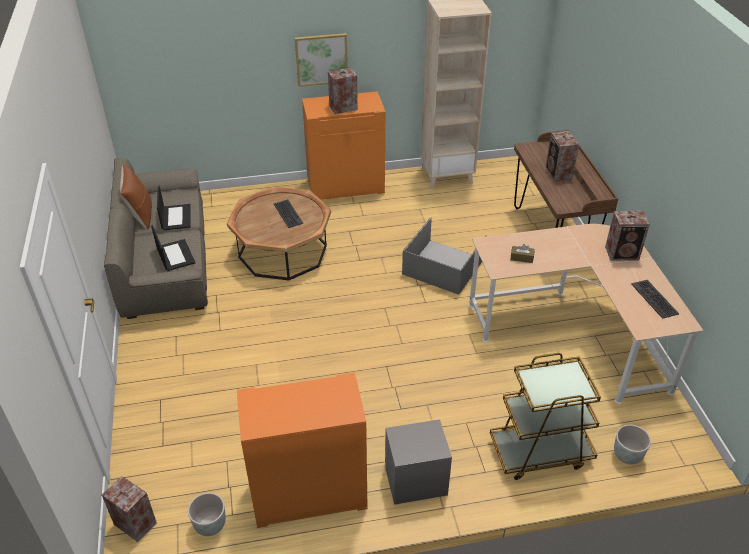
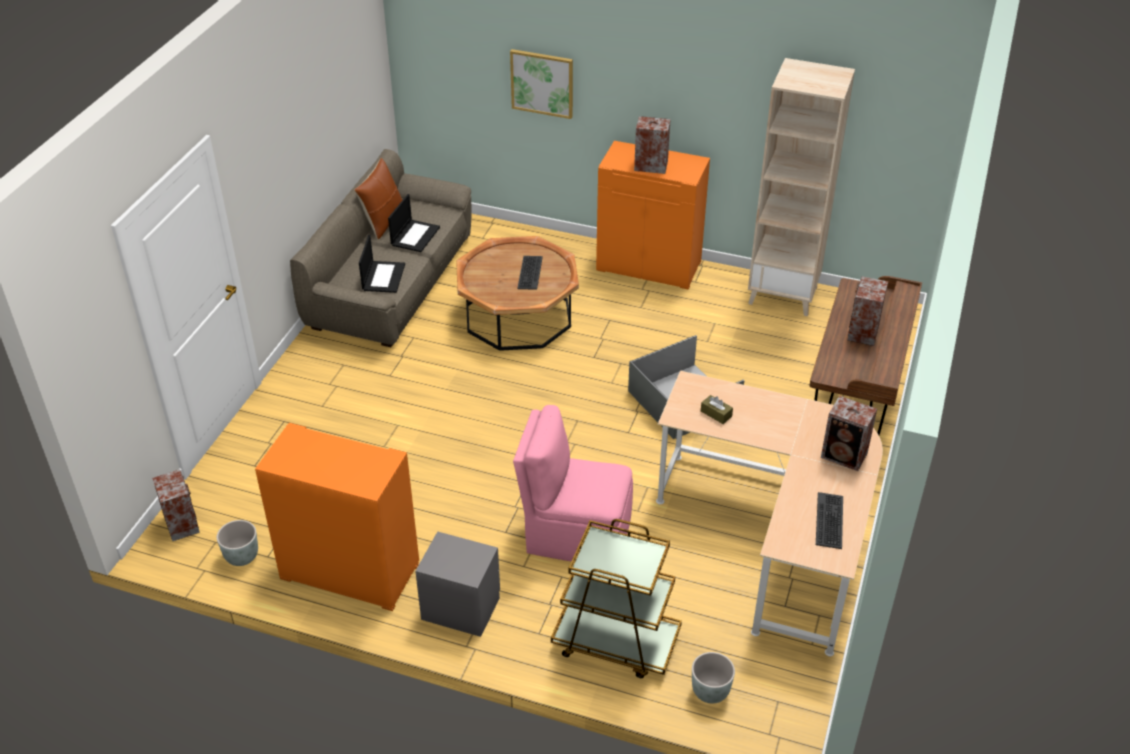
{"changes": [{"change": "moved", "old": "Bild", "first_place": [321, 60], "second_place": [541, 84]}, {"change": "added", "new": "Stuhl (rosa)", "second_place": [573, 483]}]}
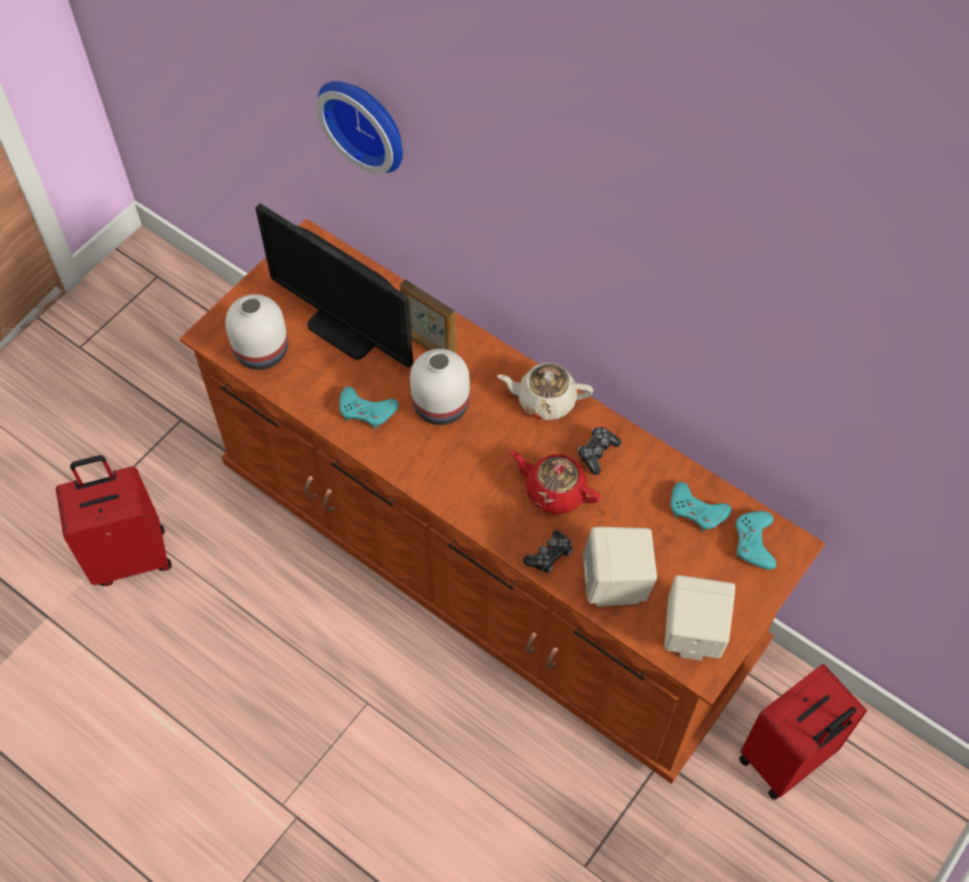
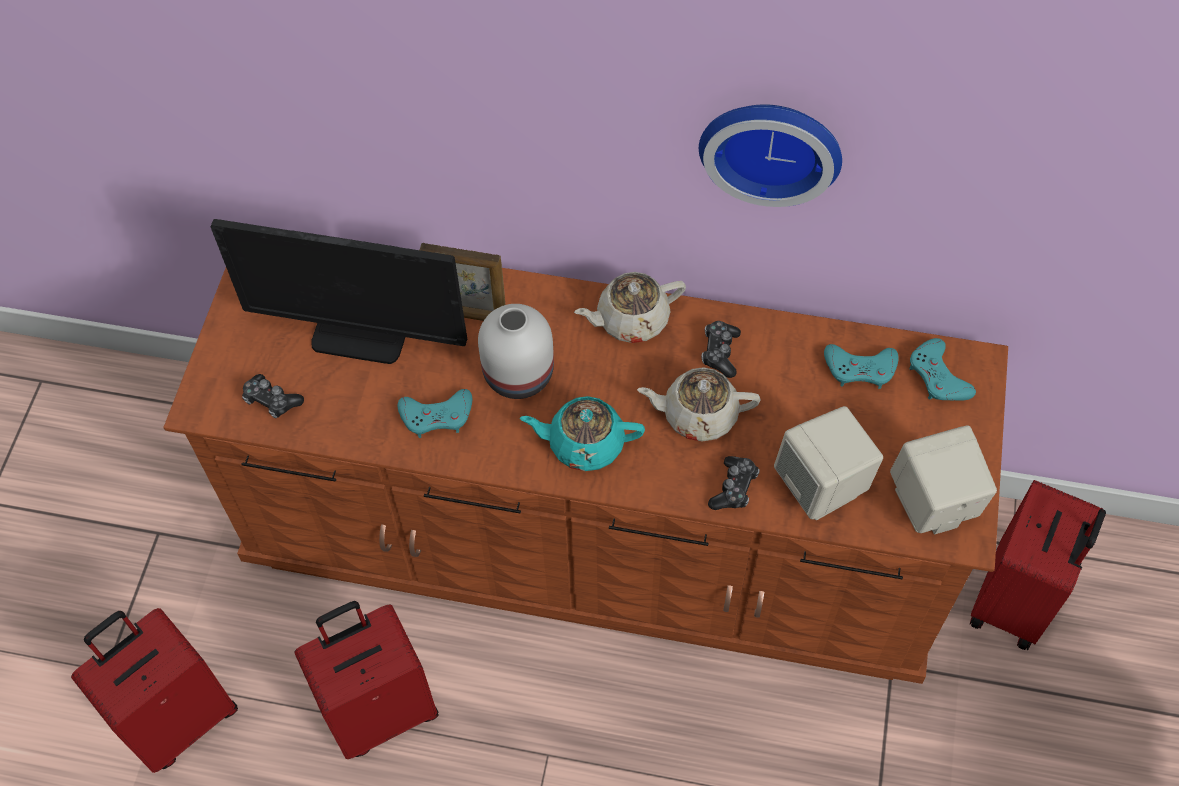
{"changes": [{"change": "replaced", "old": "Vase (weiß)", "new": "Gamepad", "first_place": [256, 332], "second_place": [273, 396]}, {"change": "moved", "old": "Wanduhr", "first_place": [359, 127], "second_place": [770, 155]}, {"change": "recoloured", "old": "Teekanne (rot)", "new": "Teekanne (beige)", "first_place": [555, 482], "second_place": [699, 404]}, {"change": "added", "new": "Koffer (rot)", "second_place": [366, 680]}, {"change": "added", "new": "Teekanne (türkis)", "second_place": [582, 433]}]}
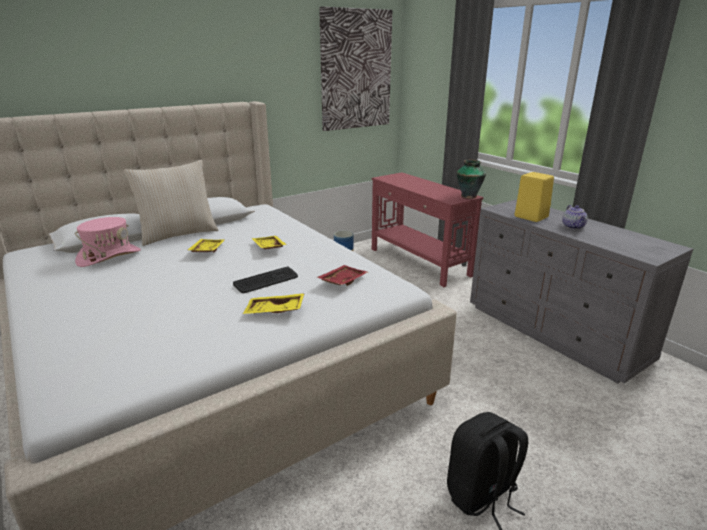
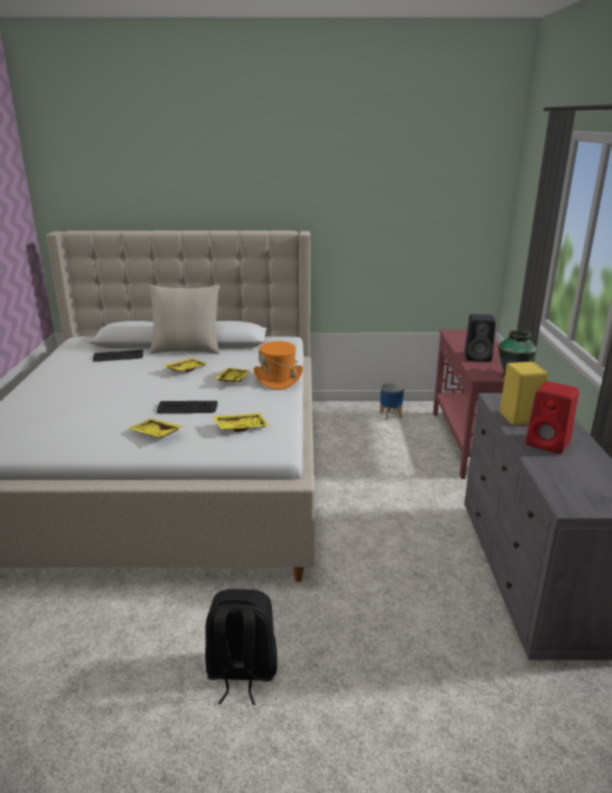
{"changes": [{"change": "replaced", "old": "Hut (rosa)", "new": "Tastatur", "first_place": [108, 242], "second_place": [118, 356]}, {"change": "recoloured", "old": "Tablett (rot)", "new": "Tablett (gelb)", "first_place": [342, 275], "second_place": [241, 422]}, {"change": "removed", "old": "Bild", "first_place": [355, 69]}, {"change": "replaced", "old": "Teekanne", "new": "Lautsprecher (rot)", "first_place": [575, 217], "second_place": [552, 417]}, {"change": "added", "new": "Hut (orange)", "second_place": [278, 365]}, {"change": "added", "new": "Lautsprecher (schwarz)", "second_place": [480, 338]}]}
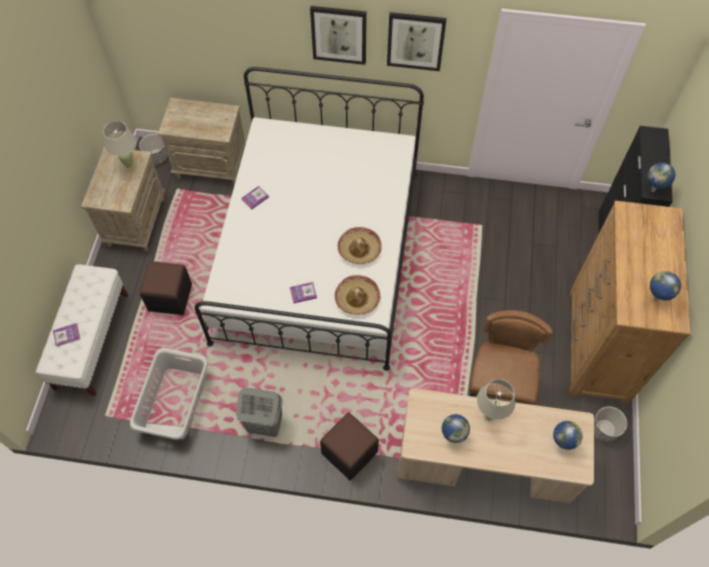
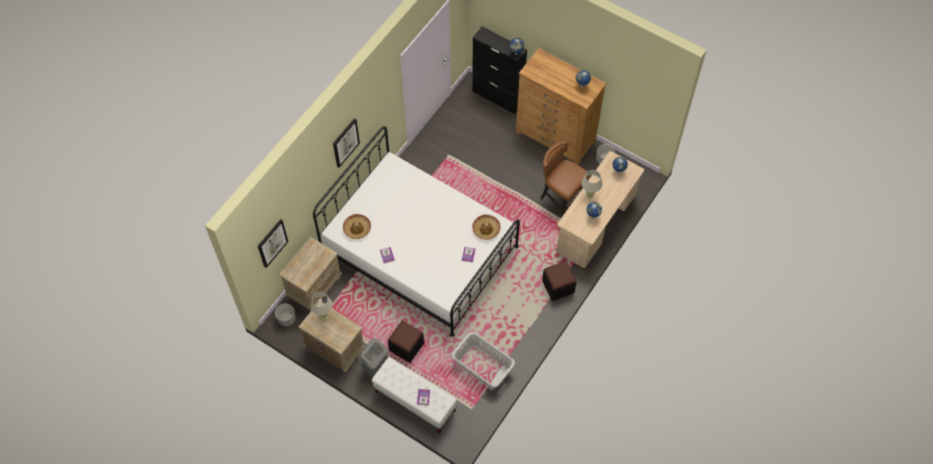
{"changes": [{"change": "moved", "old": "Wäschekorb (grau)", "first_place": [259, 412], "second_place": [373, 357]}, {"change": "moved", "old": "Hut", "first_place": [360, 245], "second_place": [357, 226]}, {"change": "moved", "old": "Bild", "first_place": [417, 41], "second_place": [273, 243]}]}
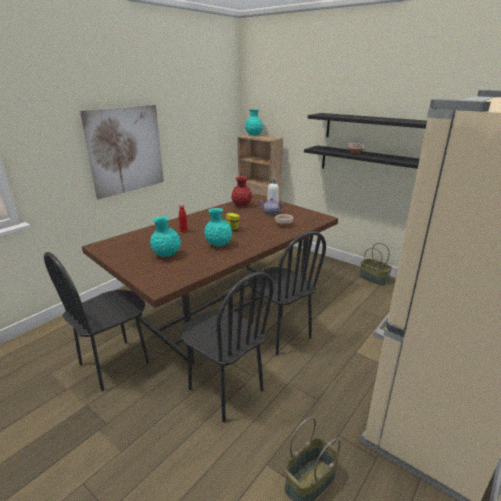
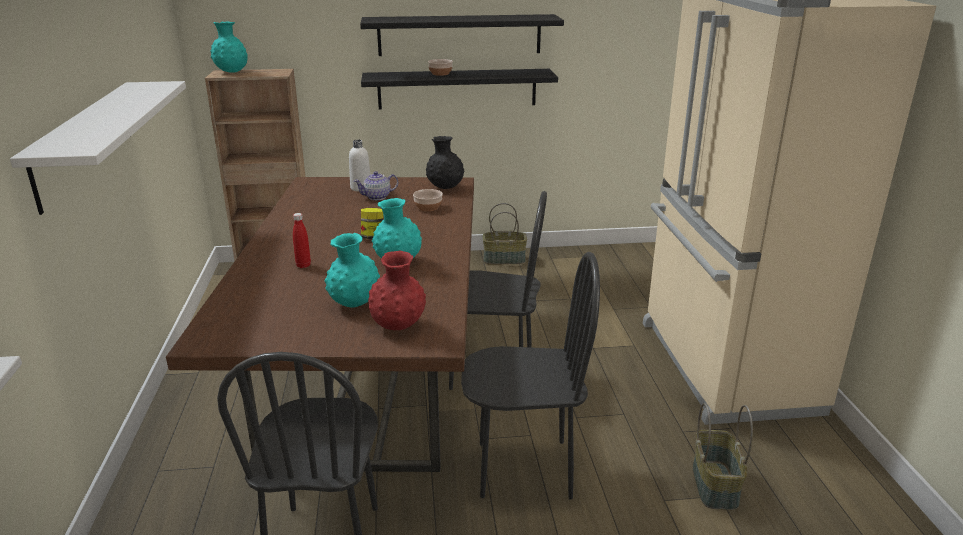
{"changes": [{"change": "replaced", "old": "Bild", "new": "Wandregal (weiß)", "first_place": [122, 152], "second_place": [98, 148]}, {"change": "moved", "old": "Vase (rot)", "first_place": [241, 191], "second_place": [397, 290]}, {"change": "added", "new": "Vase (schwarz)", "second_place": [445, 162]}]}
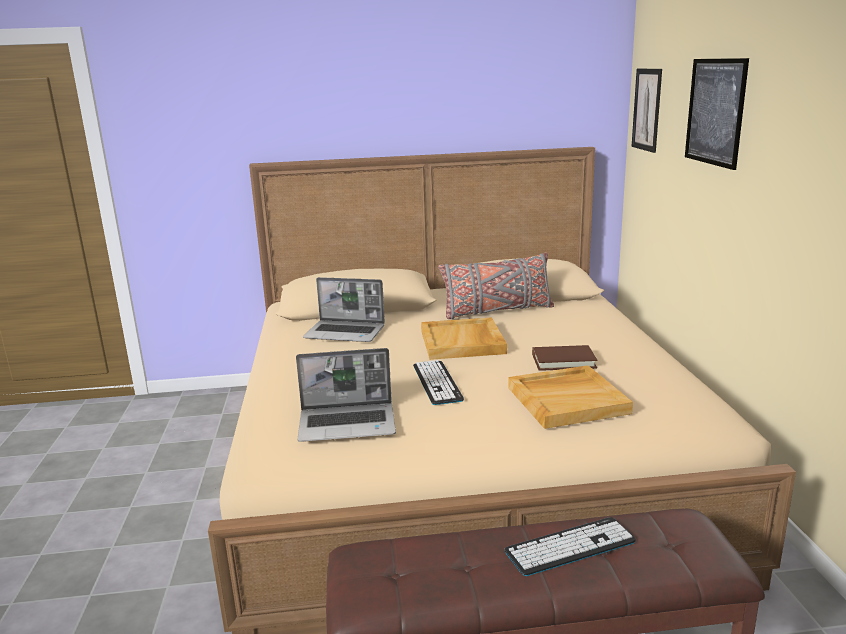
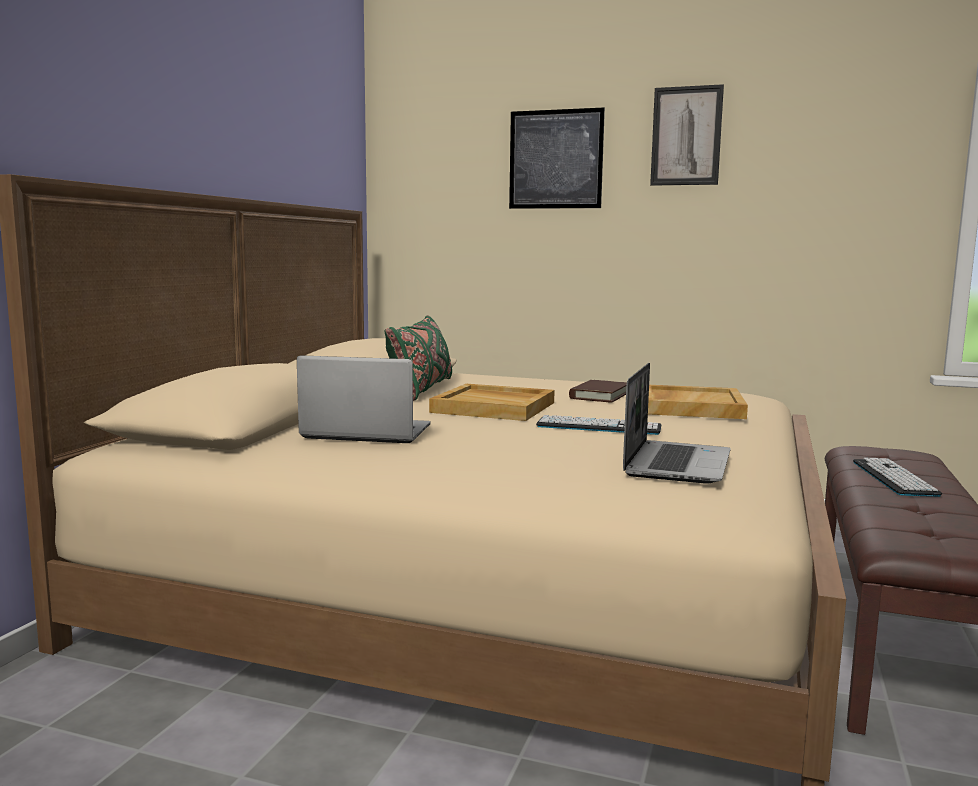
{"changes": [{"change": "turned", "old": "Laptop", "first_place": [344, 309], "second_place": [364, 399], "degrees": -120}, {"change": "recoloured", "old": "Kissen (grau)", "new": "Kissen (grün)", "first_place": [496, 286], "second_place": [418, 358]}, {"change": "moved", "old": "Bild", "first_place": [646, 111], "second_place": [687, 135]}]}
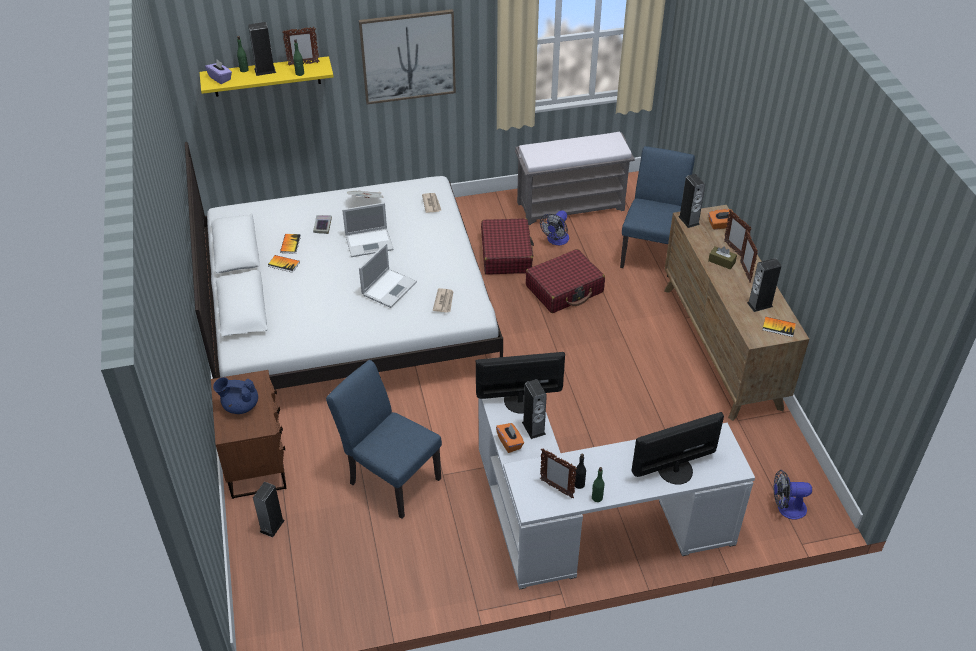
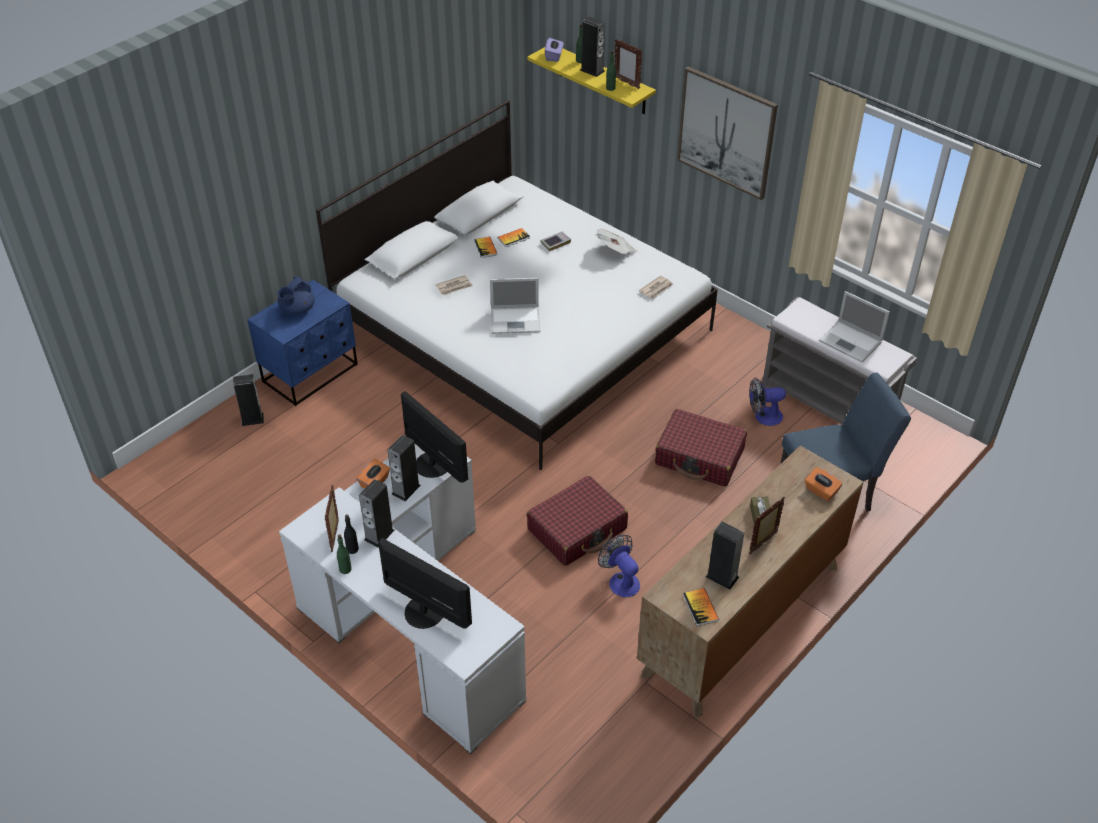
{"changes": [{"change": "recoloured", "old": "Nachttisch (braun)", "new": "Nachttisch (blau)", "first_place": [248, 434], "second_place": [302, 343]}, {"change": "turned", "old": "Teekanne (blau)", "first_place": [235, 395], "second_place": [296, 295], "degrees": -120}, {"change": "removed", "old": "Stuhl (blau)", "first_place": [384, 439]}, {"change": "moved", "old": "Laptop", "first_place": [368, 230], "second_place": [854, 326]}, {"change": "moved", "old": "Zeitung", "first_place": [443, 300], "second_place": [454, 285]}, {"change": "moved", "old": "Koffer (rot)", "first_place": [507, 246], "second_place": [577, 521]}, {"change": "moved", "old": "Lautsprecher", "first_place": [691, 201], "second_place": [377, 513]}, {"change": "removed", "old": "Bilderrahmen", "first_place": [737, 233]}, {"change": "moved", "old": "Ventilator", "first_place": [793, 495], "second_place": [619, 566]}]}
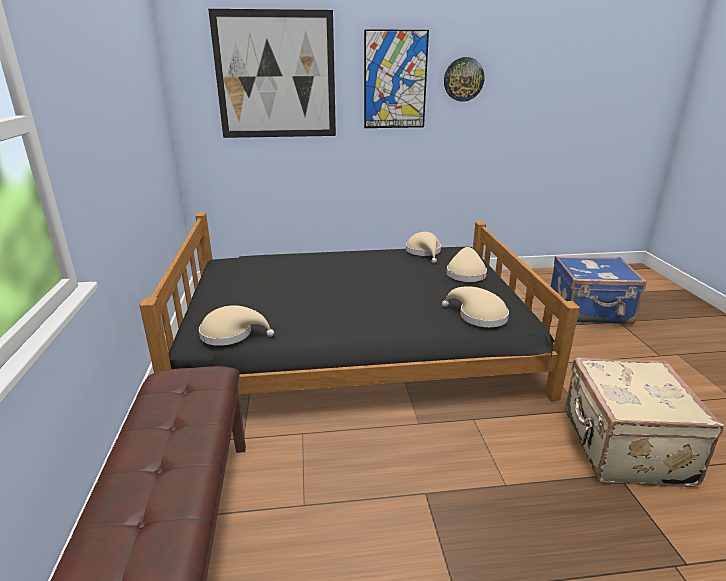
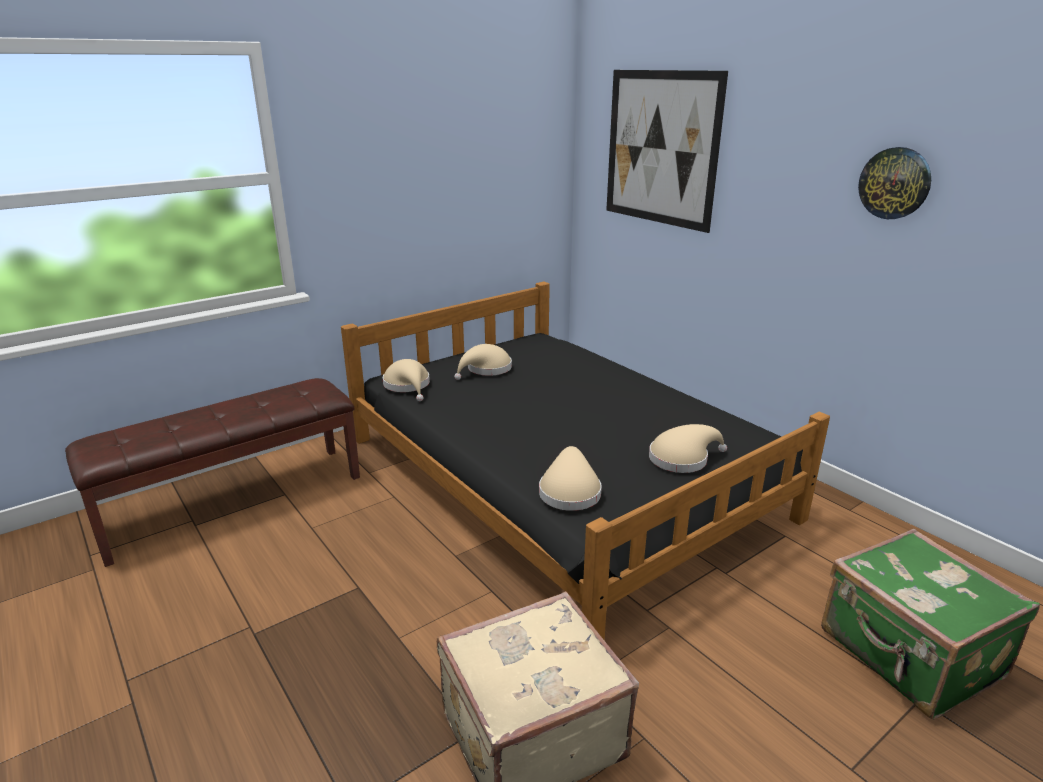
{"changes": [{"change": "removed", "old": "Bild", "first_place": [396, 78]}, {"change": "moved", "old": "Hut (beige)", "first_place": [423, 247], "second_place": [483, 362]}, {"change": "recoloured", "old": "Koffer (blau)", "new": "Koffer (grün)", "first_place": [598, 290], "second_place": [930, 624]}]}
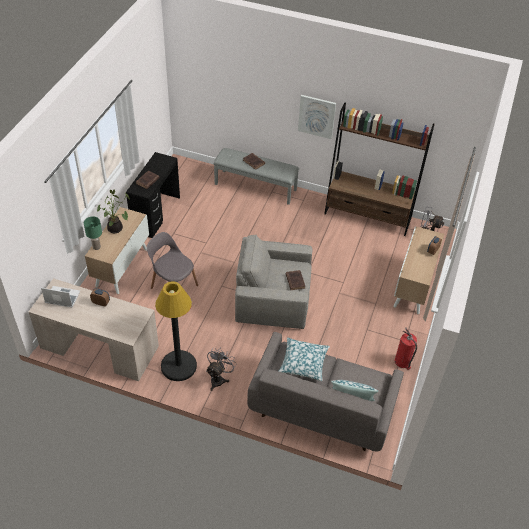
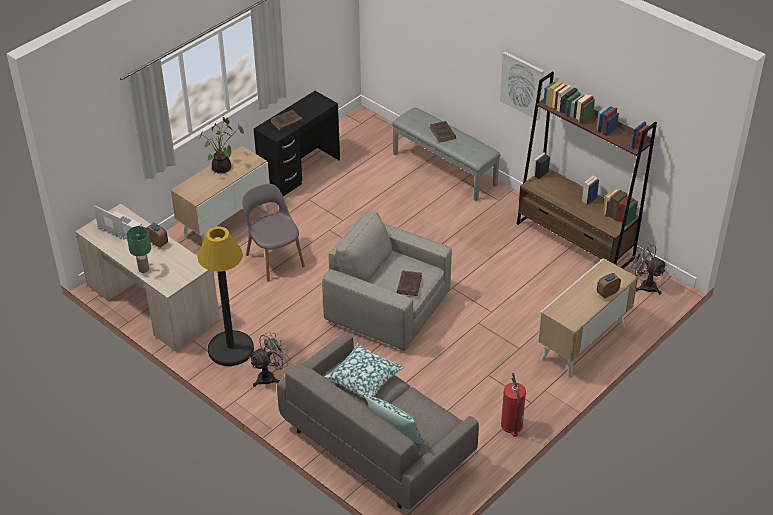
{"changes": [{"change": "moved", "old": "Tischlampe (grün)", "first_place": [93, 233], "second_place": [138, 249]}]}
